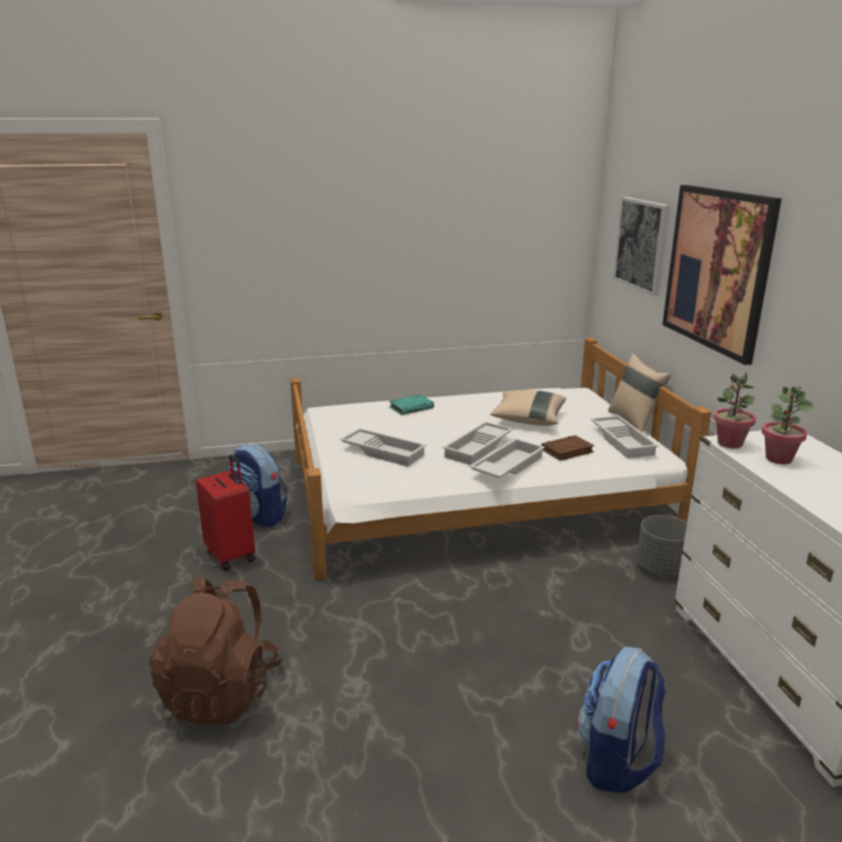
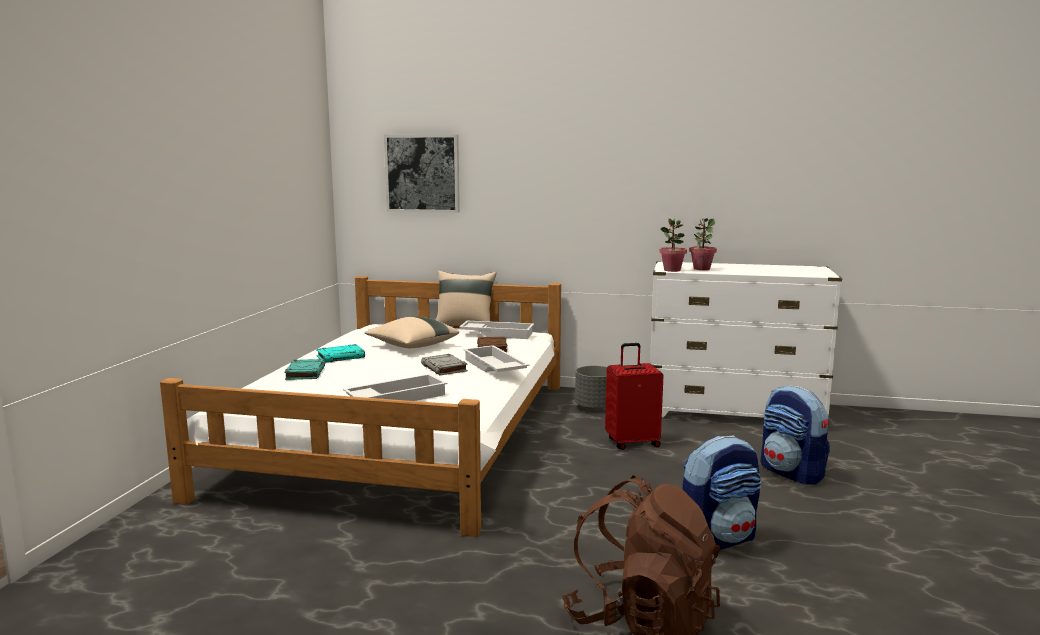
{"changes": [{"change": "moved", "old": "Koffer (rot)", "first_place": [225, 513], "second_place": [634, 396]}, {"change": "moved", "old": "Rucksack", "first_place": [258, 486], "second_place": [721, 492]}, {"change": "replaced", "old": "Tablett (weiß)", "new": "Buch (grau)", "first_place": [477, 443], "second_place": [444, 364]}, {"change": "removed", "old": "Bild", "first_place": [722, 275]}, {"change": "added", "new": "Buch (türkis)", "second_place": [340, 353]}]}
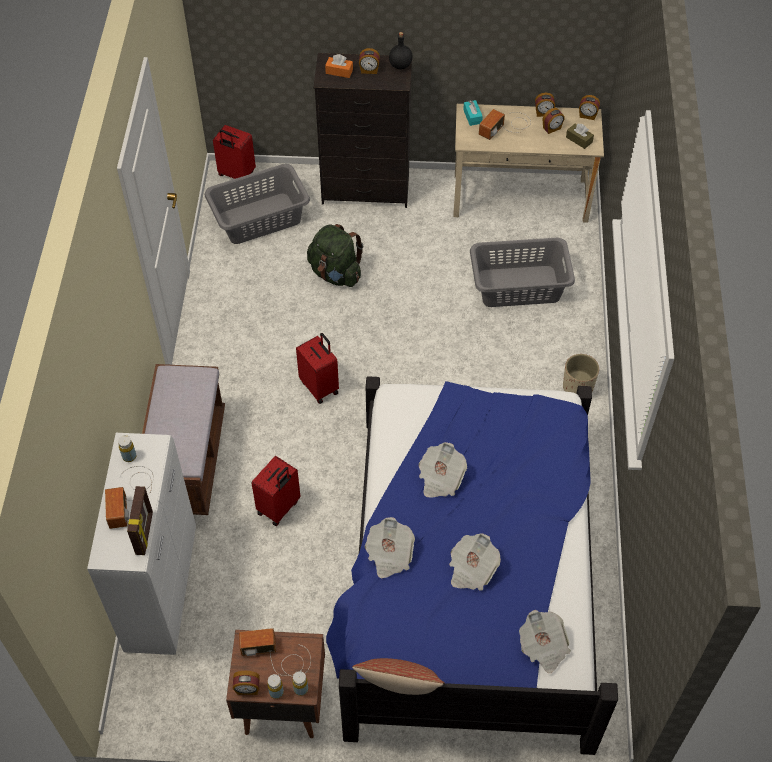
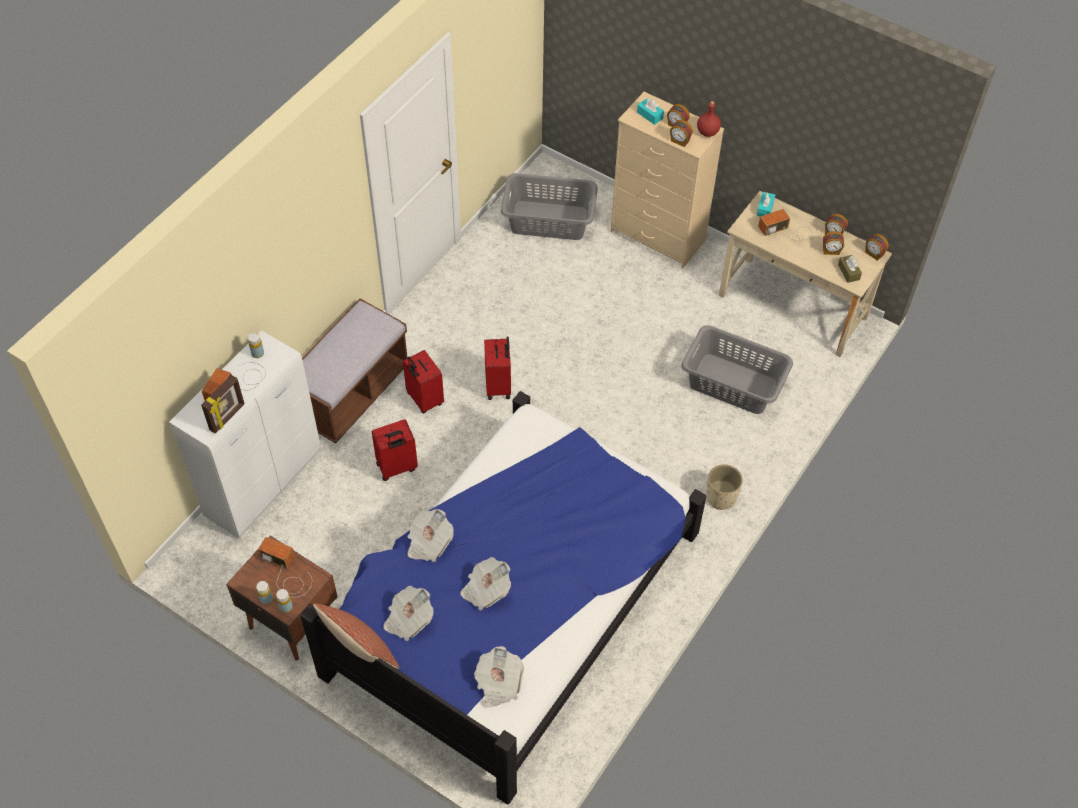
{"changes": [{"change": "moved", "old": "Koffer (rot)", "first_place": [234, 152], "second_place": [423, 382]}, {"change": "moved", "old": "Wecker", "first_place": [246, 683], "second_place": [681, 133]}, {"change": "removed", "old": "Rucksack (grün)", "first_place": [335, 255]}, {"change": "recoloured", "old": "Kommode (schwarz)", "new": "Kommode (beige)", "first_place": [363, 130], "second_place": [667, 180]}, {"change": "recoloured", "old": "Taschentuchbox (orange)", "new": "Taschentuchbox (türkis)", "first_place": [339, 66], "second_place": [650, 112]}, {"change": "recoloured", "old": "Flasche (schwarz)", "new": "Flasche (rot)", "first_place": [401, 51], "second_place": [709, 119]}, {"change": "moved", "old": "Zeitung", "first_place": [443, 470], "second_place": [408, 613]}]}
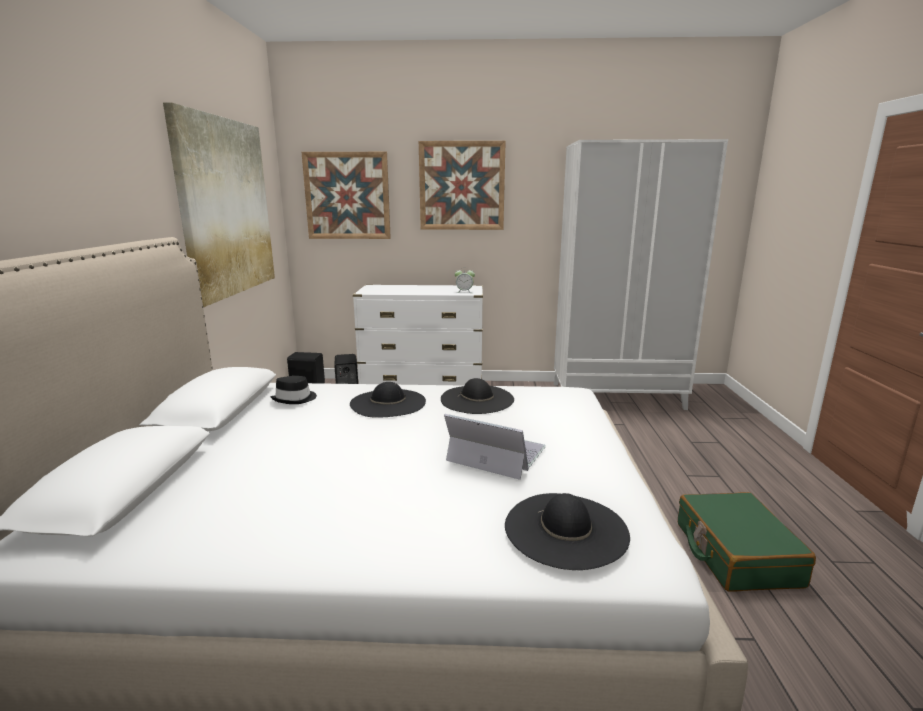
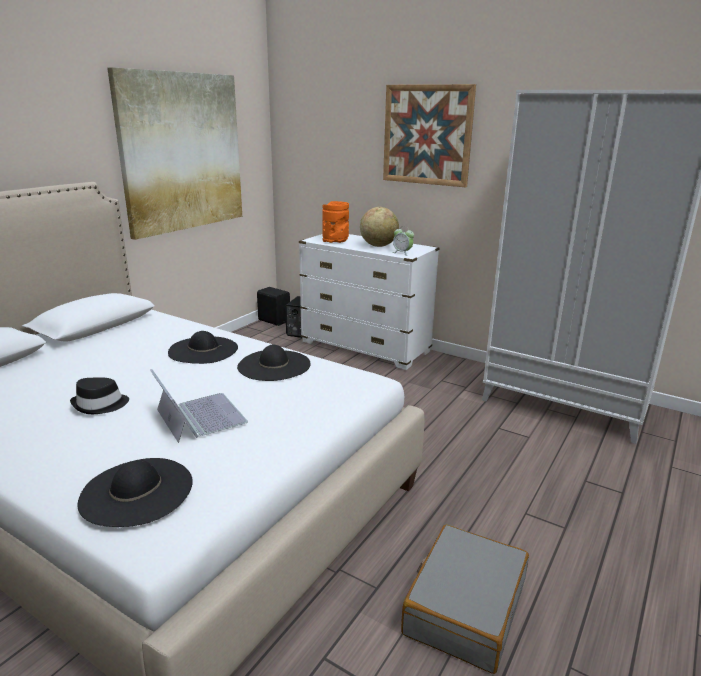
{"changes": [{"change": "moved", "old": "Hut (schwarz)", "first_place": [293, 390], "second_place": [99, 395]}, {"change": "removed", "old": "Bild", "first_place": [346, 195]}, {"change": "recoloured", "old": "Koffer (grün)", "new": "Koffer (grau)", "first_place": [747, 541], "second_place": [465, 599]}, {"change": "added", "new": "Vase (orange)", "second_place": [335, 222]}, {"change": "added", "new": "Globus", "second_place": [379, 227]}]}
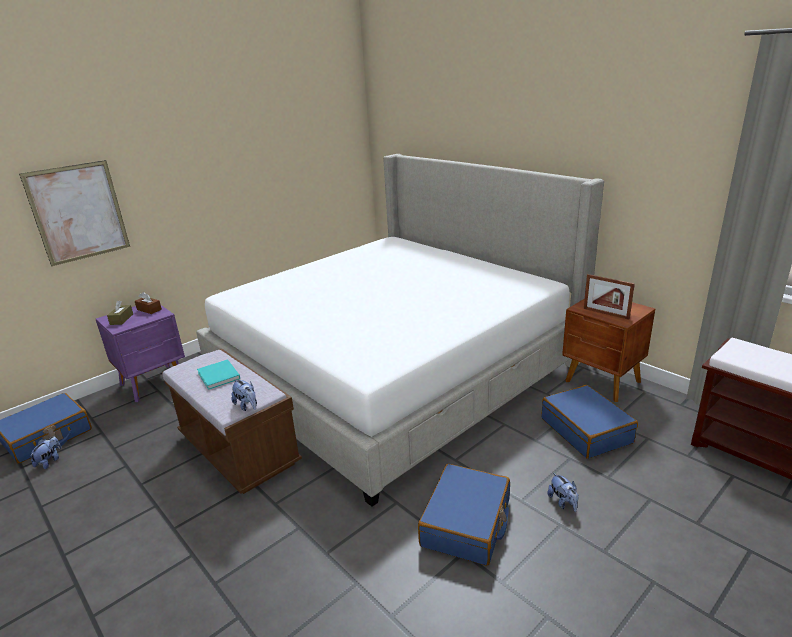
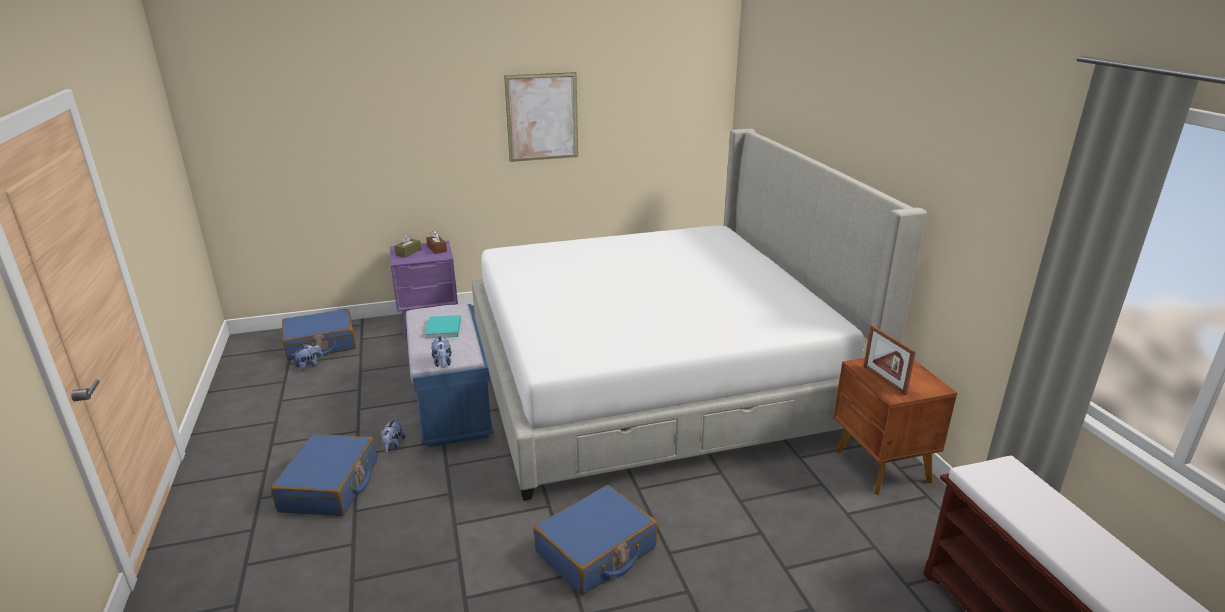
{"changes": [{"change": "moved", "old": "Bild", "first_place": [74, 213], "second_place": [541, 117]}, {"change": "recoloured", "old": "Bank (braun)", "new": "Bank (blau)", "first_place": [232, 421], "second_place": [450, 375]}, {"change": "moved", "old": "Koffer (blau)", "first_place": [590, 422], "second_place": [324, 475]}, {"change": "moved", "old": "Plüschtier", "first_place": [562, 492], "second_place": [393, 435]}]}
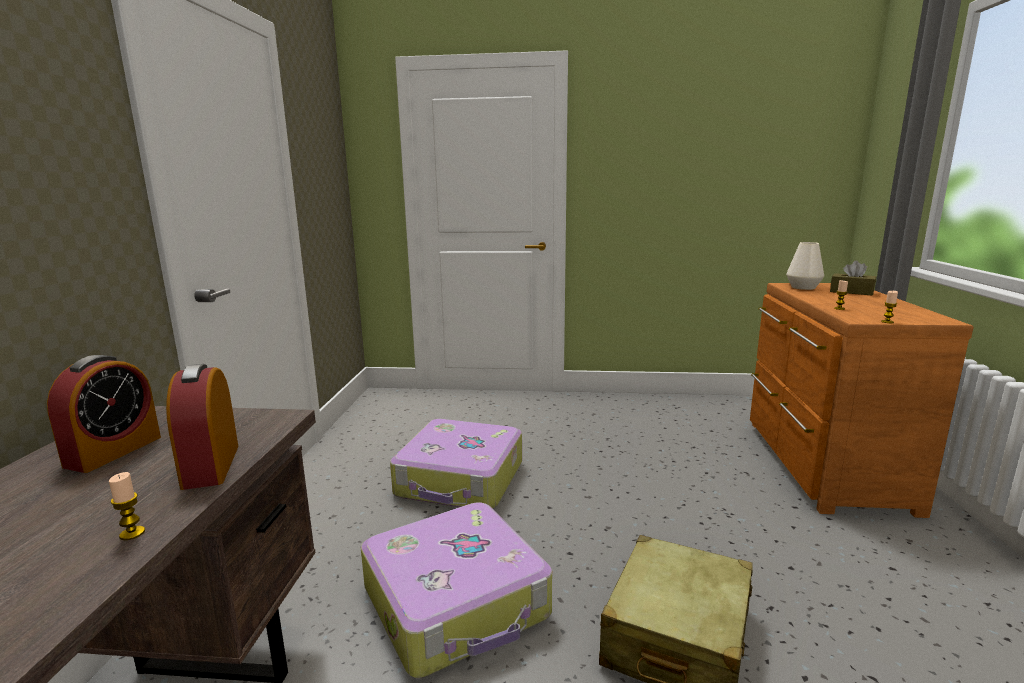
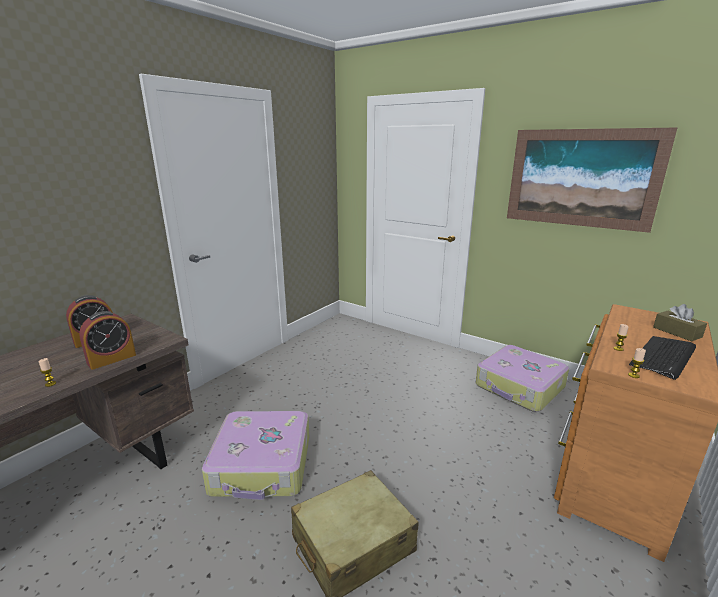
{"changes": [{"change": "turned", "old": "Wecker", "first_place": [202, 427], "second_place": [107, 340], "degrees": -150}, {"change": "moved", "old": "Koffer", "first_place": [456, 464], "second_place": [522, 378]}, {"change": "removed", "old": "Vase (weiß)", "first_place": [805, 266]}, {"change": "added", "new": "Bild", "second_place": [592, 180]}, {"change": "added", "new": "Tastatur", "second_place": [662, 358]}]}
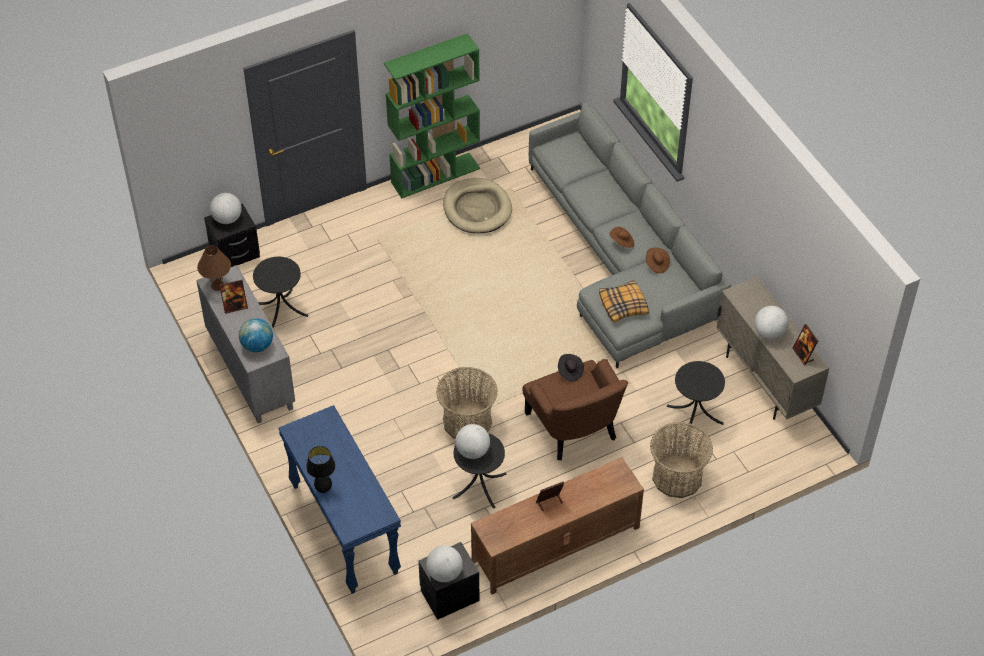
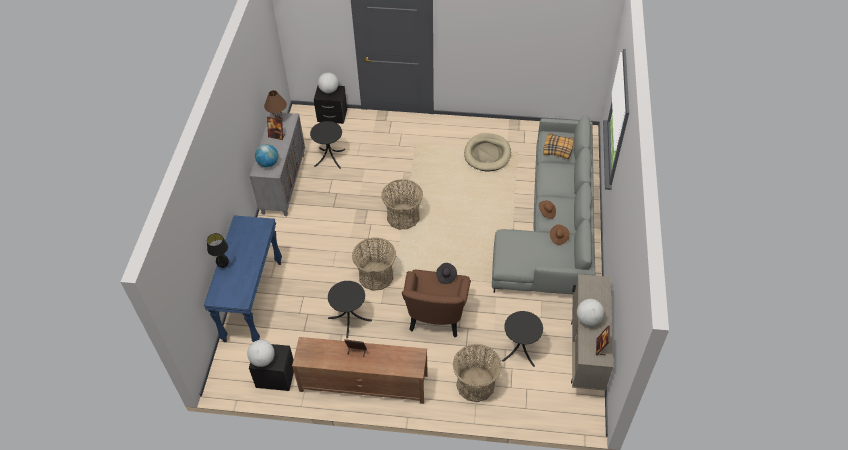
{"changes": [{"change": "removed", "old": "Bücherregal (grün)", "first_place": [432, 115]}, {"change": "removed", "old": "Globus", "first_place": [472, 441]}, {"change": "moved", "old": "Kissen", "first_place": [624, 301], "second_place": [558, 146]}, {"change": "added", "new": "Korb", "second_place": [402, 204]}]}
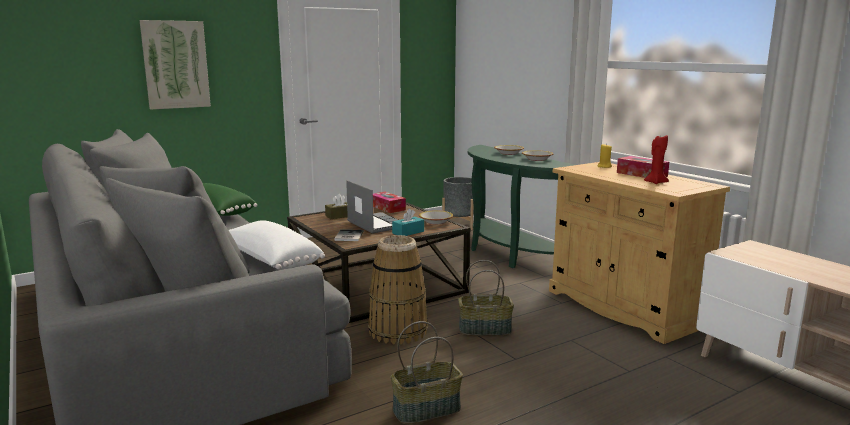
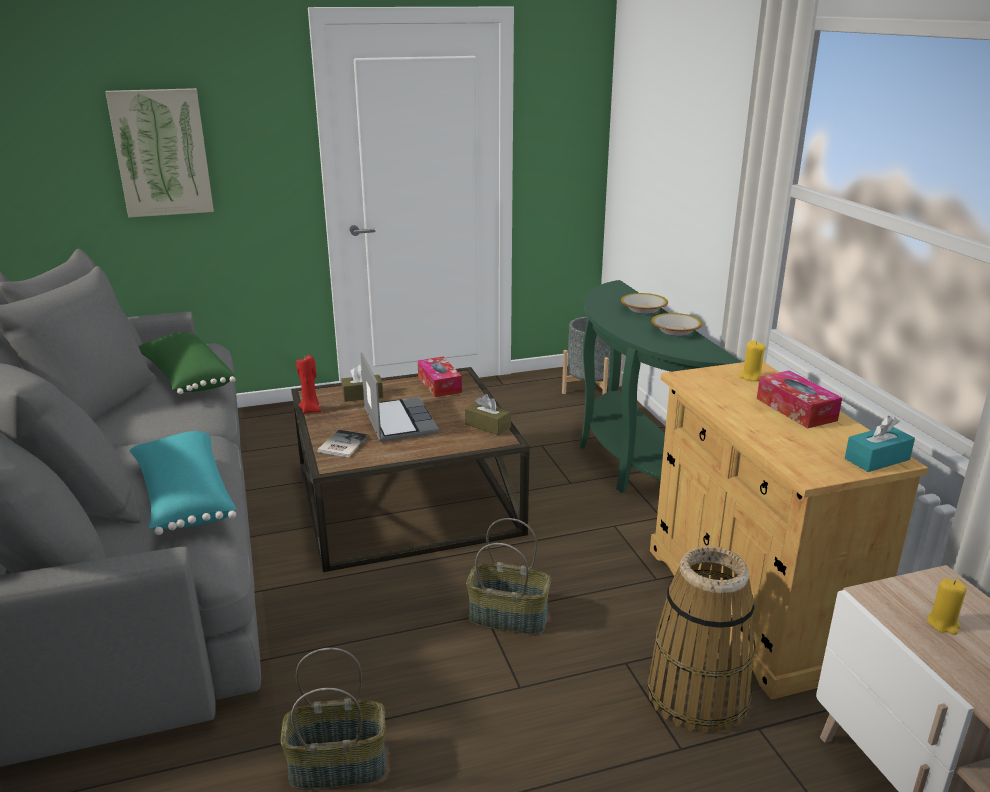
{"changes": [{"change": "recoloured", "old": "Kissen (weiß)", "new": "Kissen (türkis)", "first_place": [277, 244], "second_place": [183, 483]}, {"change": "moved", "old": "Korb", "first_place": [398, 289], "second_place": [701, 640]}, {"change": "moved", "old": "Taschentuchbox (türkis)", "first_place": [408, 222], "second_place": [880, 444]}, {"change": "replaced", "old": "Schüssel", "new": "Taschentuchbox (braun)", "first_place": [436, 217], "second_place": [488, 414]}, {"change": "moved", "old": "Kerze (rot)", "first_place": [656, 159], "second_place": [308, 384]}, {"change": "added", "new": "Kerze (gelb)", "second_place": [947, 606]}]}
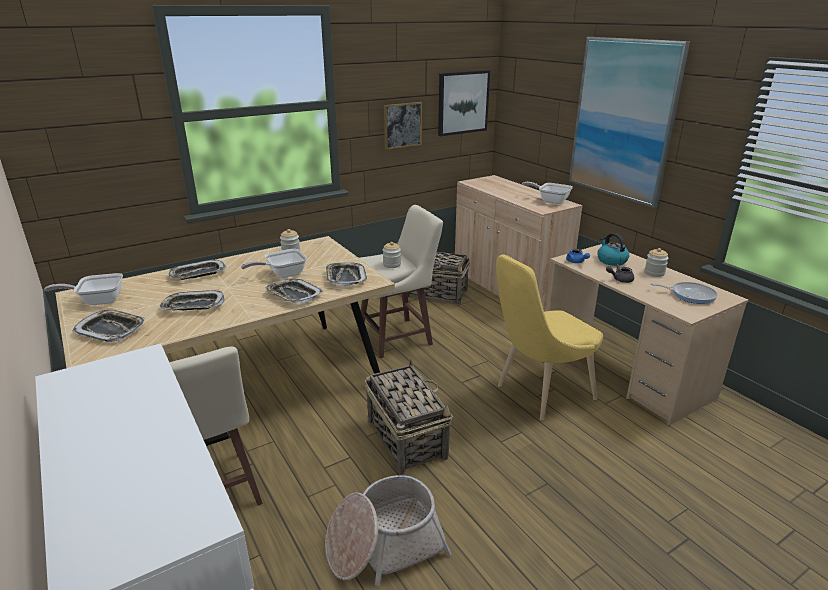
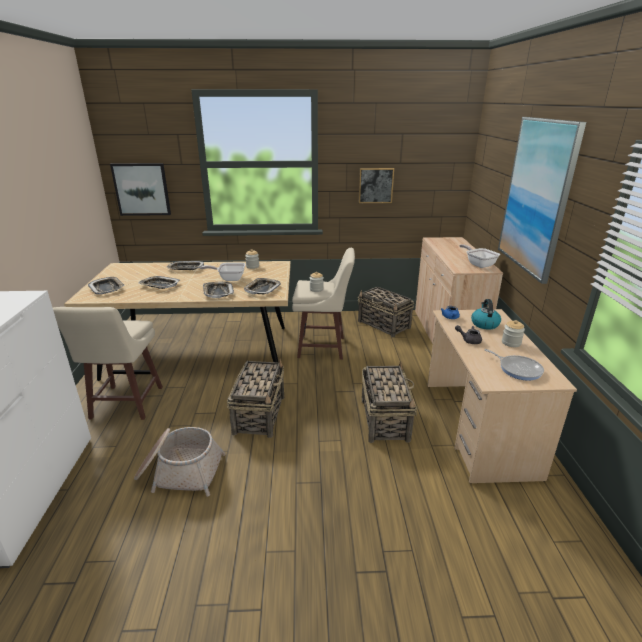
{"changes": [{"change": "removed", "old": "Pfanne", "first_place": [83, 289]}, {"change": "moved", "old": "Bild", "first_place": [464, 103], "second_place": [140, 189]}, {"change": "replaced", "old": "Stuhl (gelb)", "new": "Korb", "first_place": [549, 337], "second_place": [389, 402]}]}
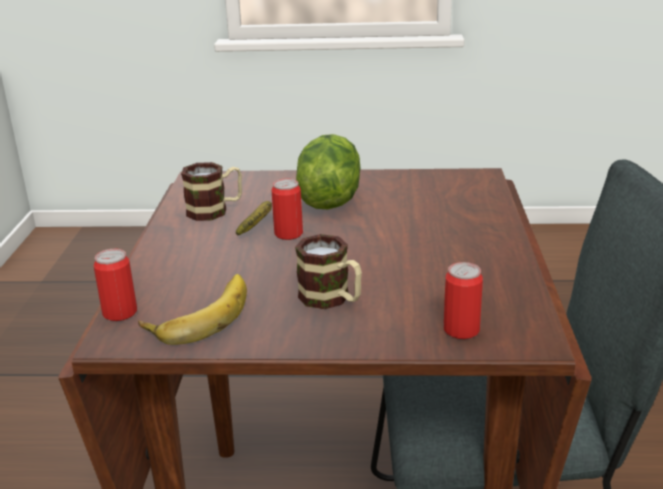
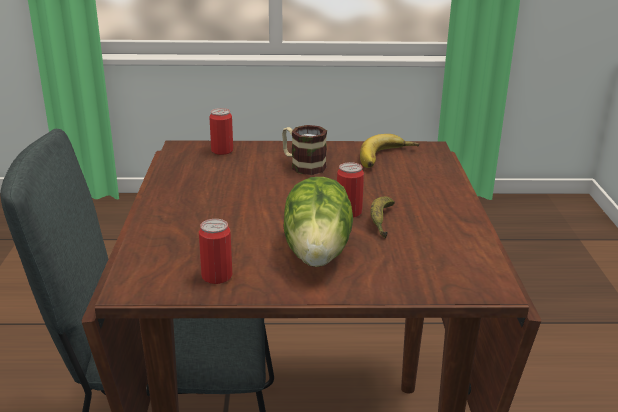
{"changes": [{"change": "moved", "old": "Dose", "first_place": [115, 285], "second_place": [215, 251]}, {"change": "removed", "old": "Henkelbecher", "first_place": [211, 191]}]}
